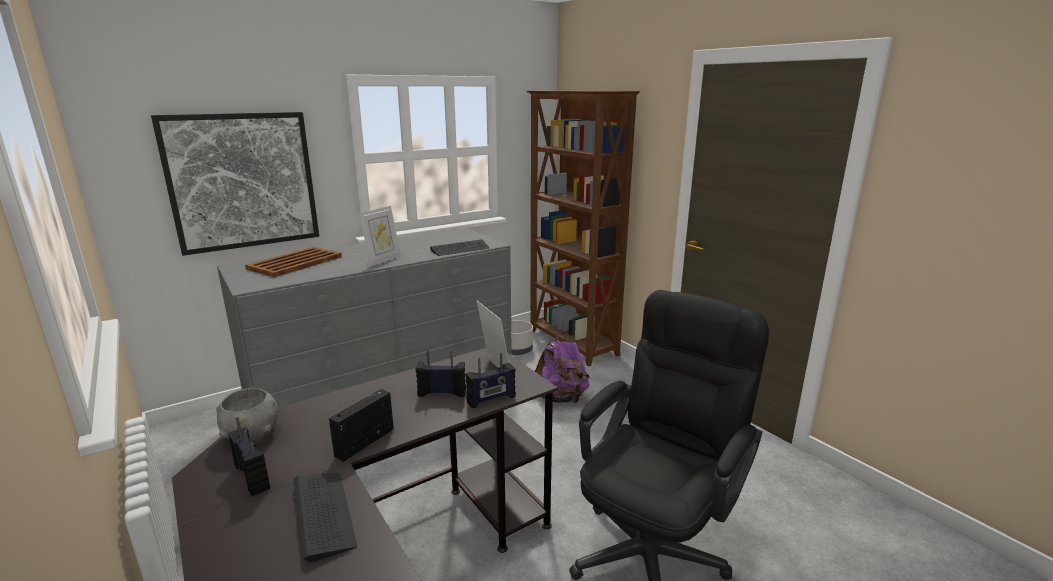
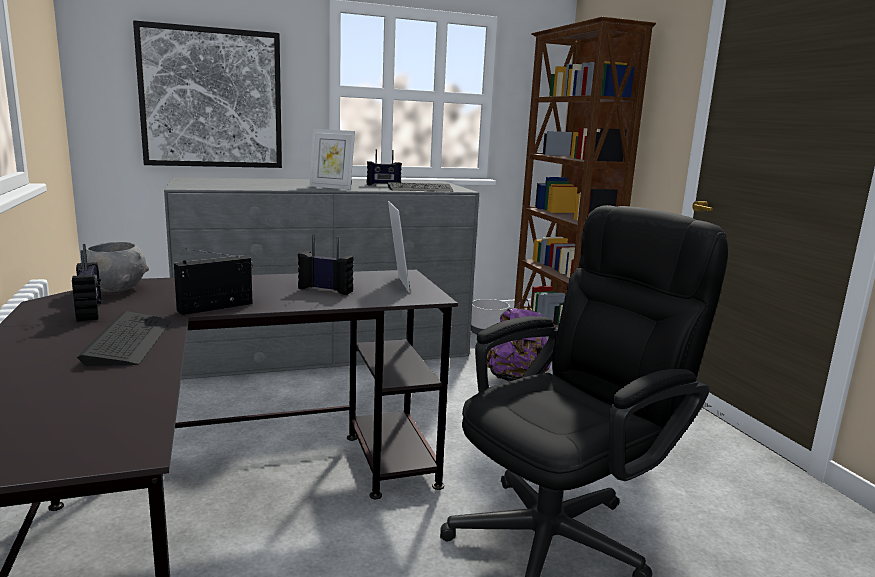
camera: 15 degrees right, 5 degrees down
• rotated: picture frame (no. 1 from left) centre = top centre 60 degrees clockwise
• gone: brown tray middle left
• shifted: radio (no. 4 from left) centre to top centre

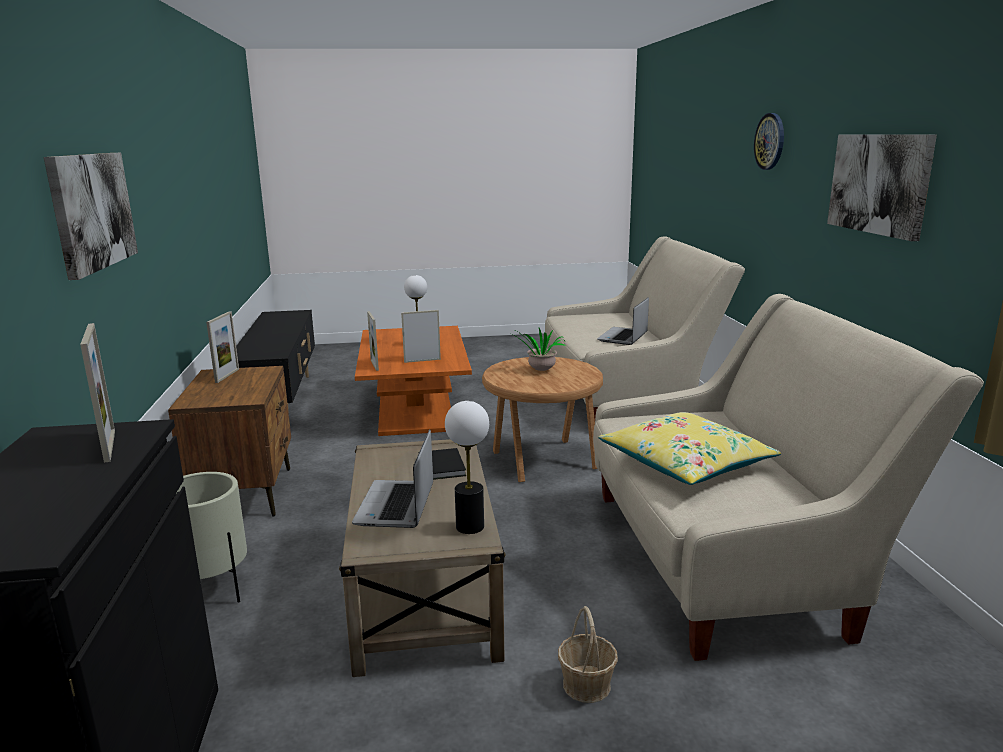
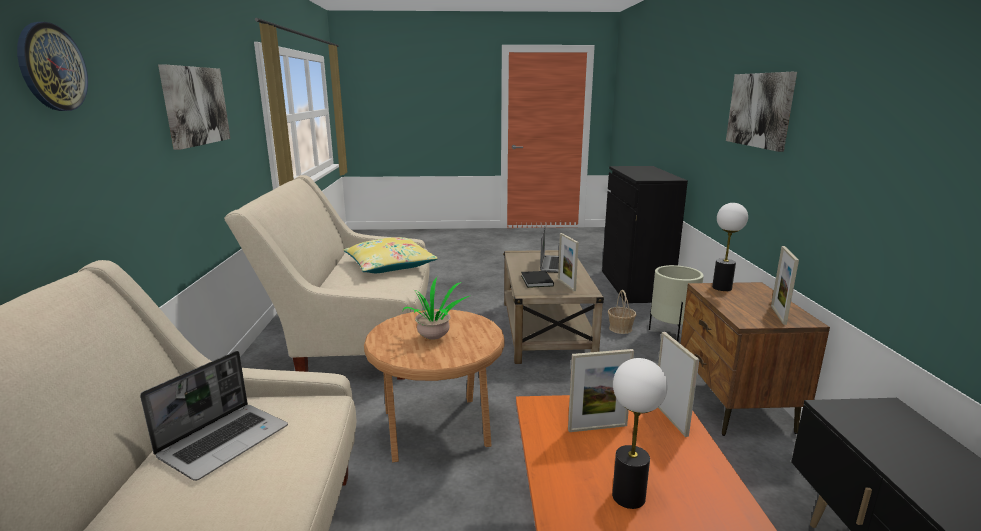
camera: 175 degrees left, 0 degrees up
• shifted: picture frame (no. 1 from left) middle left to centre
• shifted: table lamp (no. 2 from left) centre to middle right
• shifted: basket bottom centre to centre

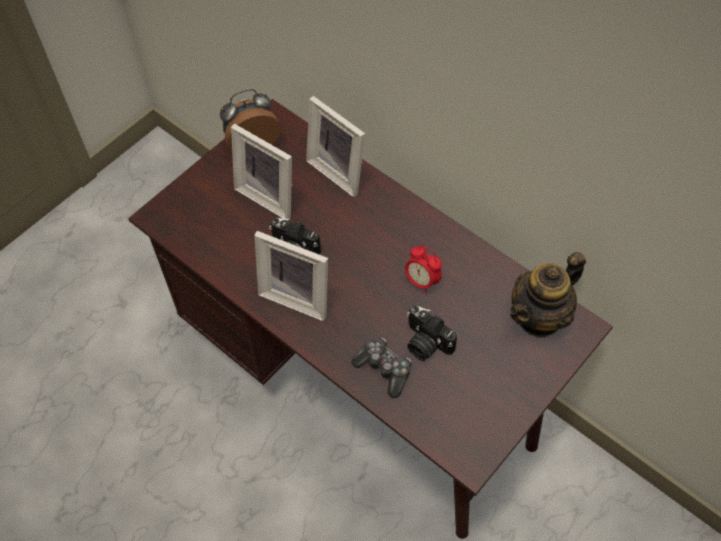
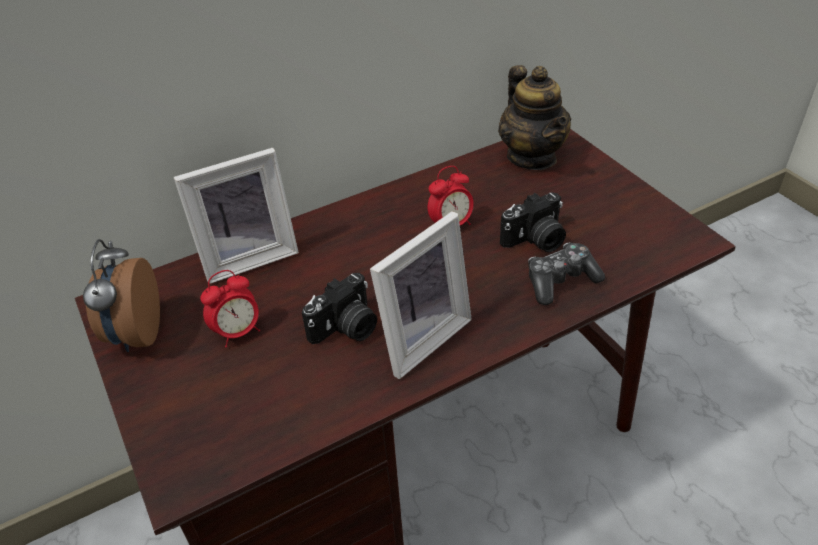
camera: 70 degrees left, 15 degrees down
• swapped: picture frame (no. 1 from left) top centre to alarm clock (no. 2 from left) middle left

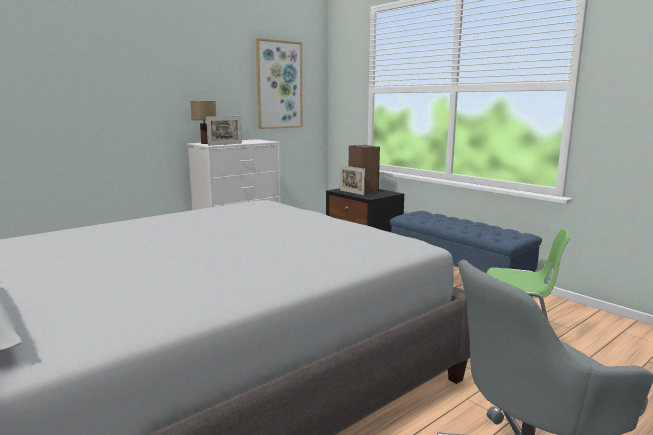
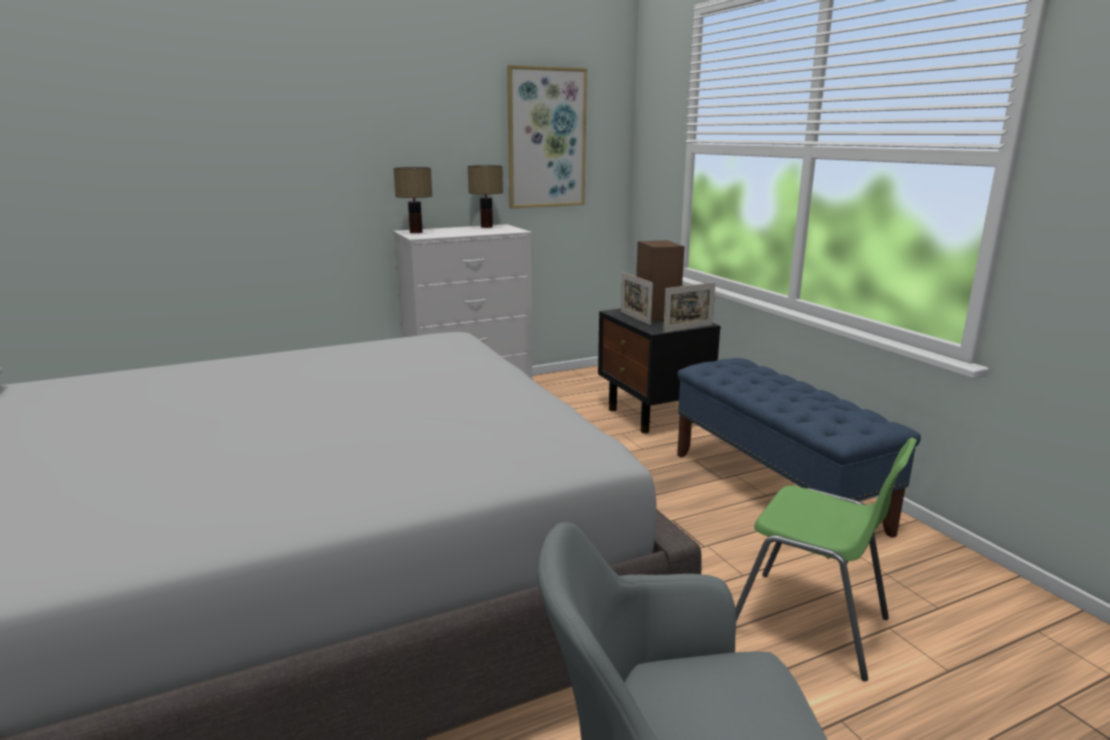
camera: 15 degrees right, 5 degrees up
• shifted: picture frame (no. 1 from left in the first image) top centre to picture frame (no. 2 from left) centre
• new: table lamp (no. 2 from left) top centre

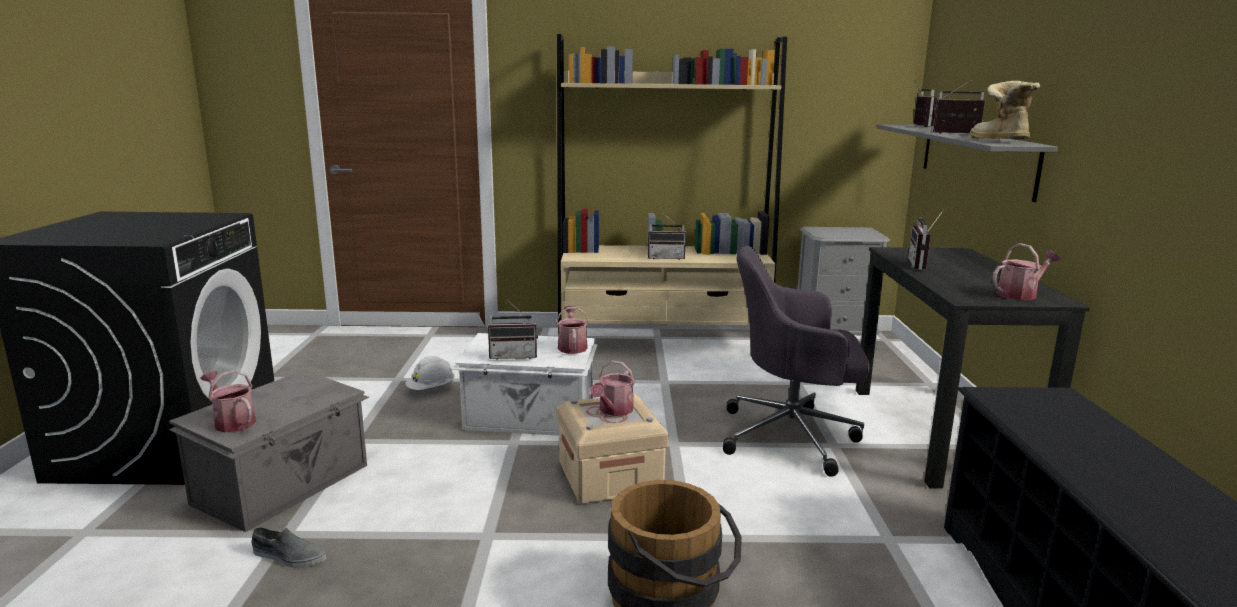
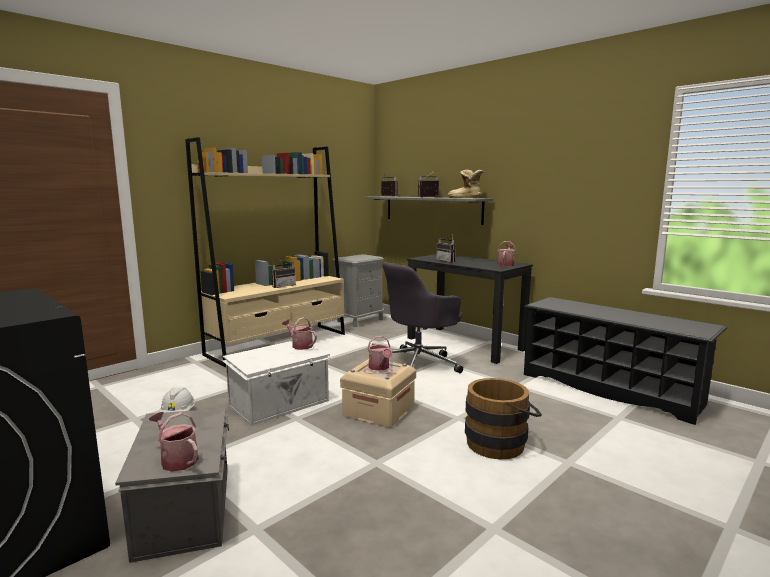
camera: 45 degrees left, 5 degrees down
• gone: radio (no. 1 from left) centre
• rotated: watering can (no. 1 from left) middle left = bottom left 45 degrees clockwise
• gone: grey shoe bottom left

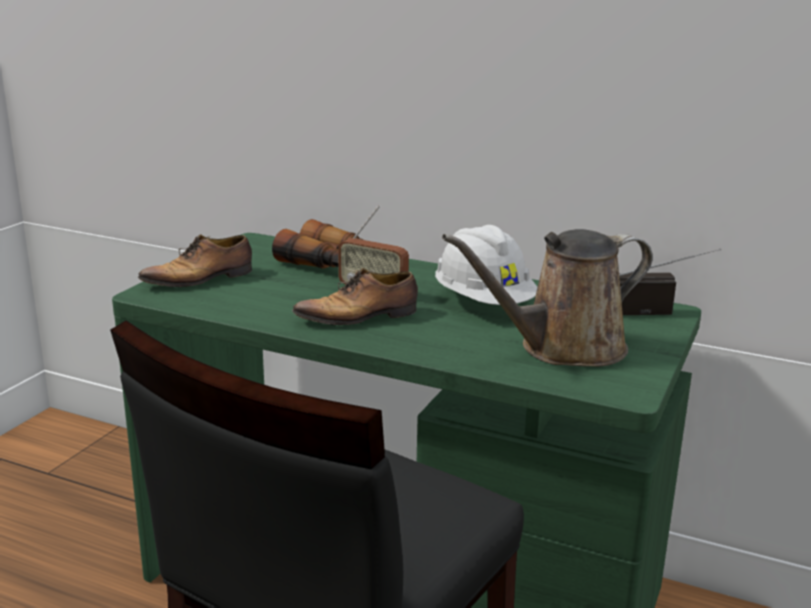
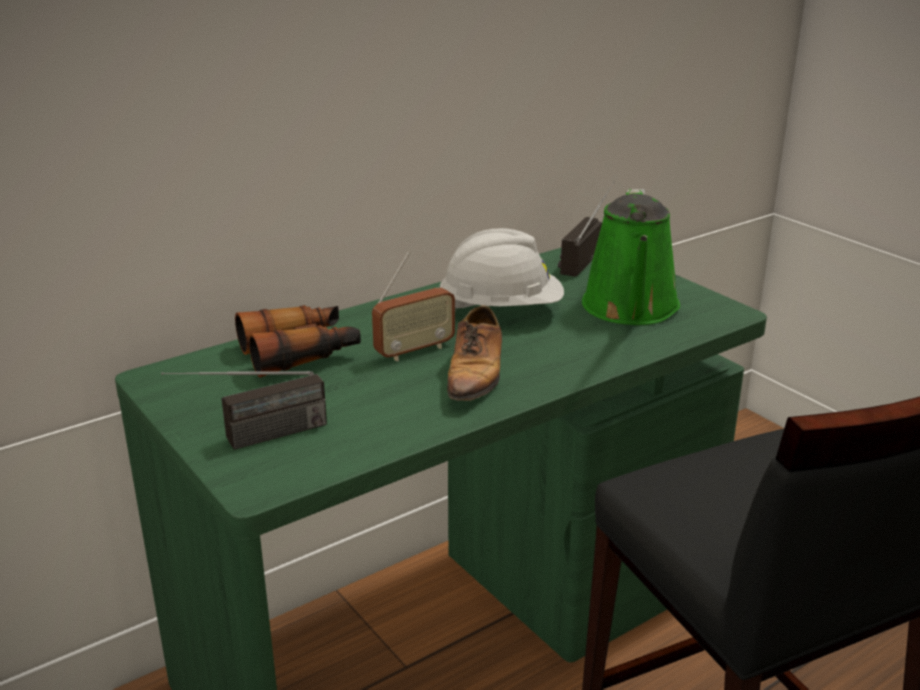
camera: 60 degrees left, 5 degrees up
• repainted: brown watering can middle right to green watering can middle right
• swapped: shoe (no. 1 from left) middle left to radio (no. 1 from left) middle left

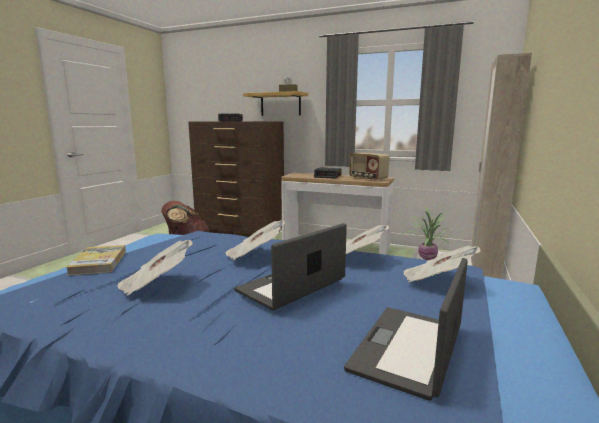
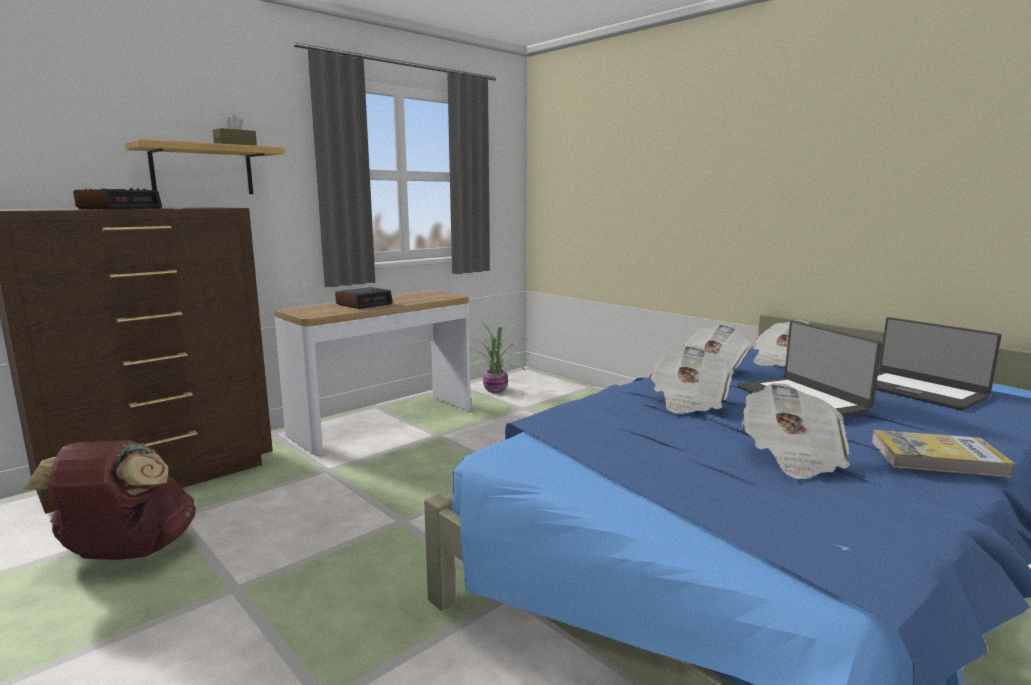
camera: 65 degrees left, 0 degrees up
• gone: beige wardrobe middle right
• gone: radio centre
• shifted: book middle left to middle right

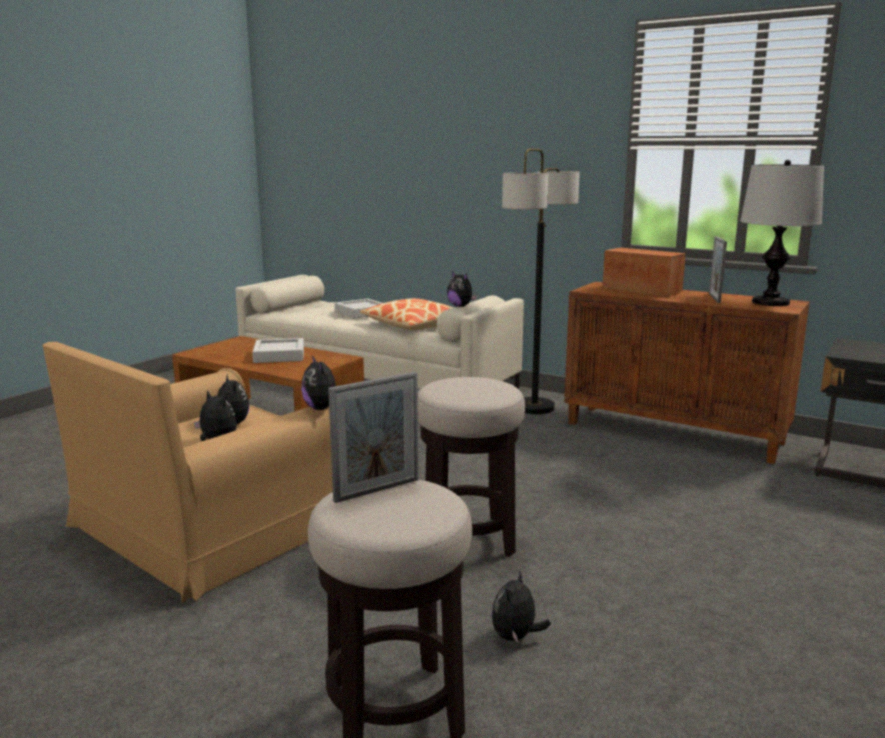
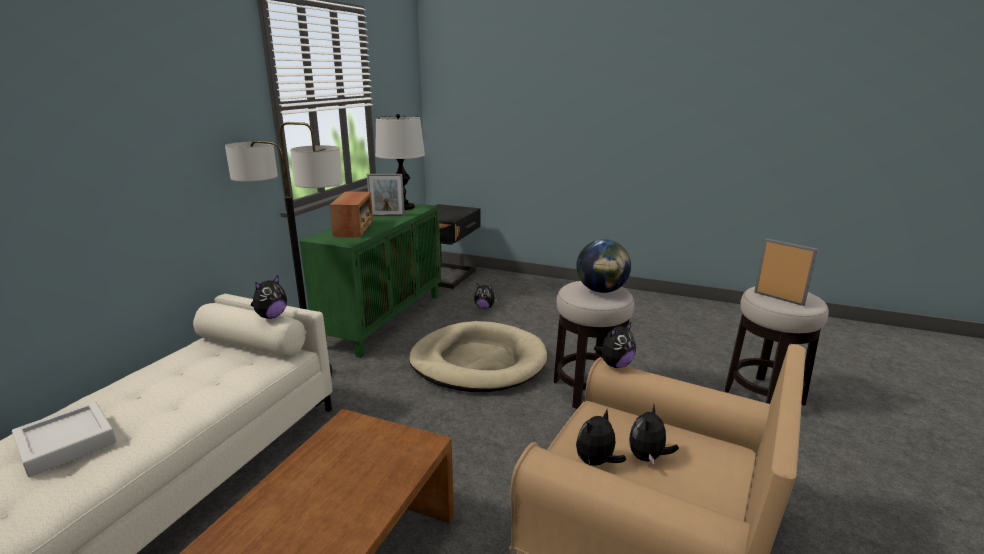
camera: 100 degrees left, 5 degrees up
• rotated: radio middle right = centre 150 degrees clockwise
• repainted: brown cabinet middle right to green cabinet centre
• gone: pillow centre
• gone: grey tray (no. 1 from left) middle left
• shifted: plush toy (no. 5 from left in the first image) bottom centre to plush toy (no. 2 from left) centre
• new: globe centre
• new: beige dog bed centre

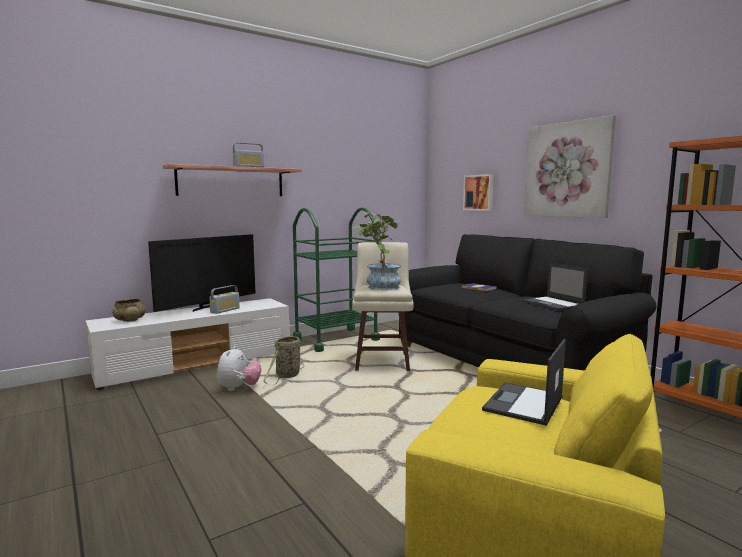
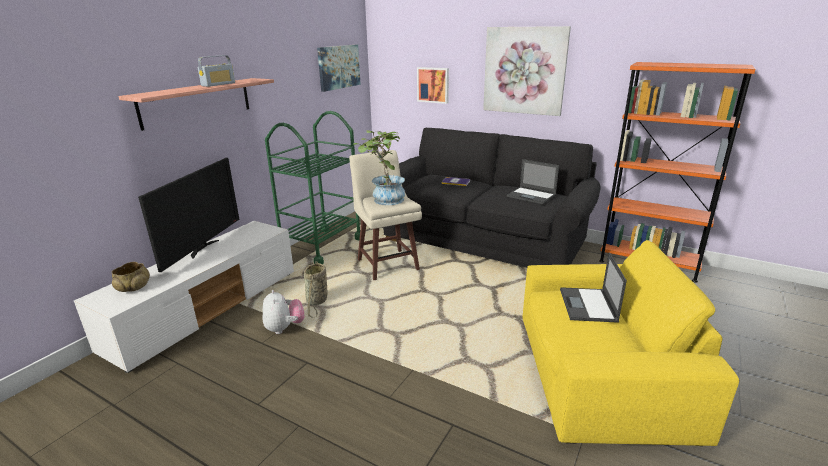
camera: 25 degrees left, 15 degrees up
• gone: radio (no. 1 from left) middle left
• new: picture (no. 1 from left) top centre

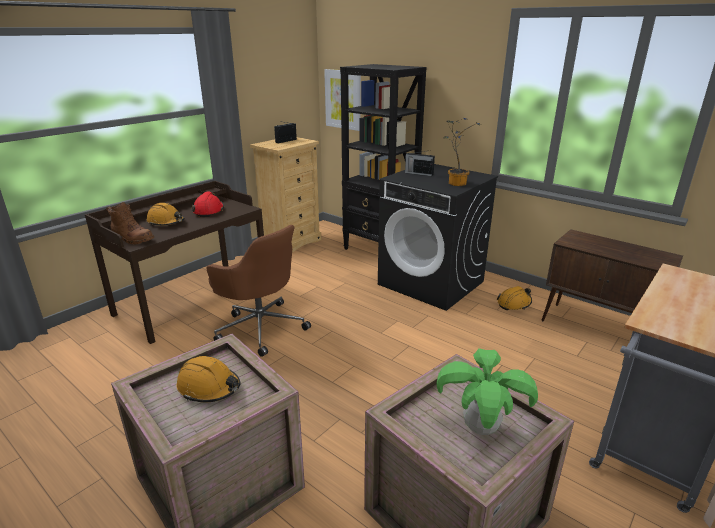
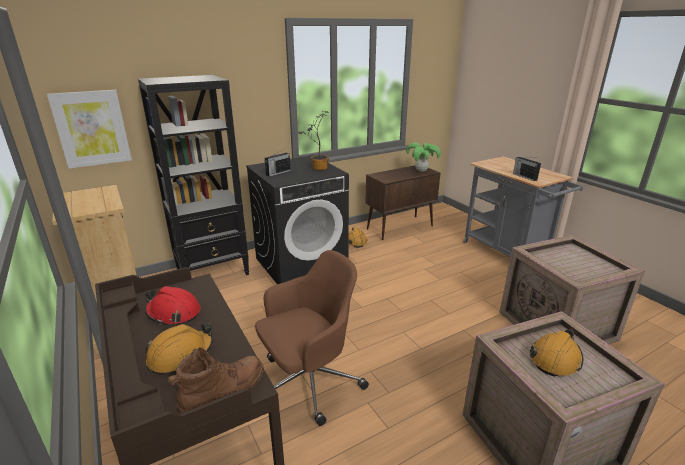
camera: 70 degrees left, 0 degrees up
• shifted: radio (no. 1 from left in the first image) top centre to radio (no. 2 from left) middle right
• shifted: potted plant (no. 2 from left) bottom right to centre

